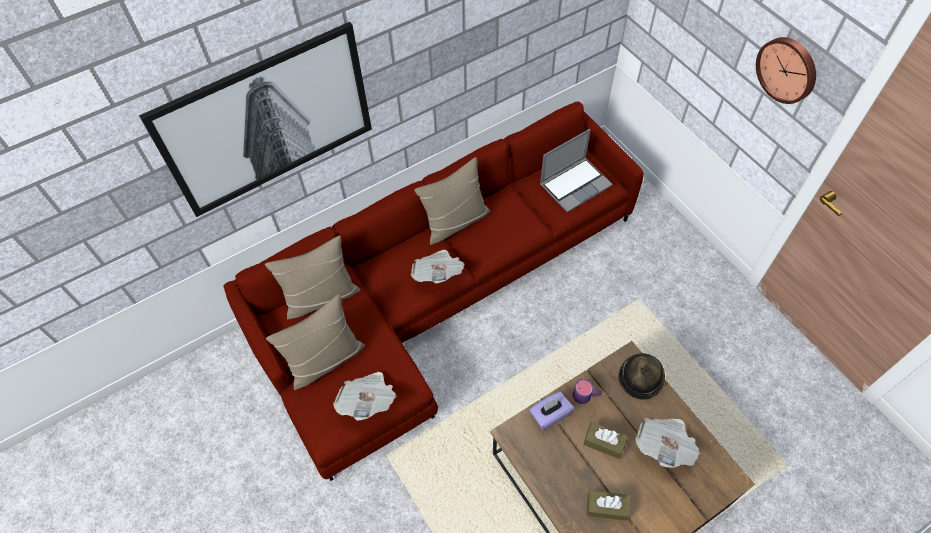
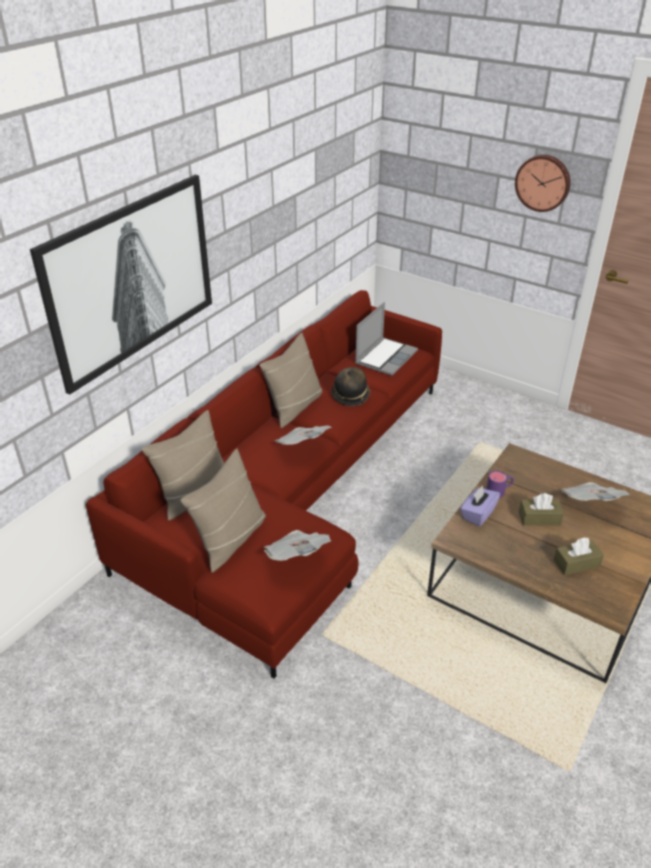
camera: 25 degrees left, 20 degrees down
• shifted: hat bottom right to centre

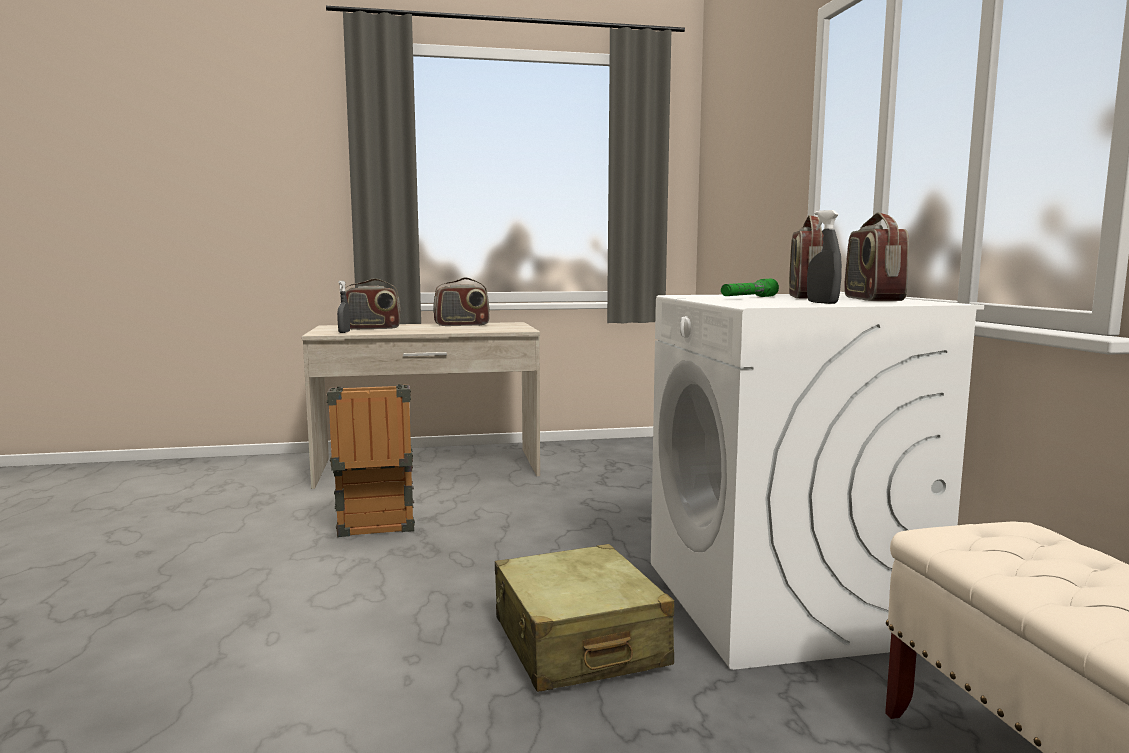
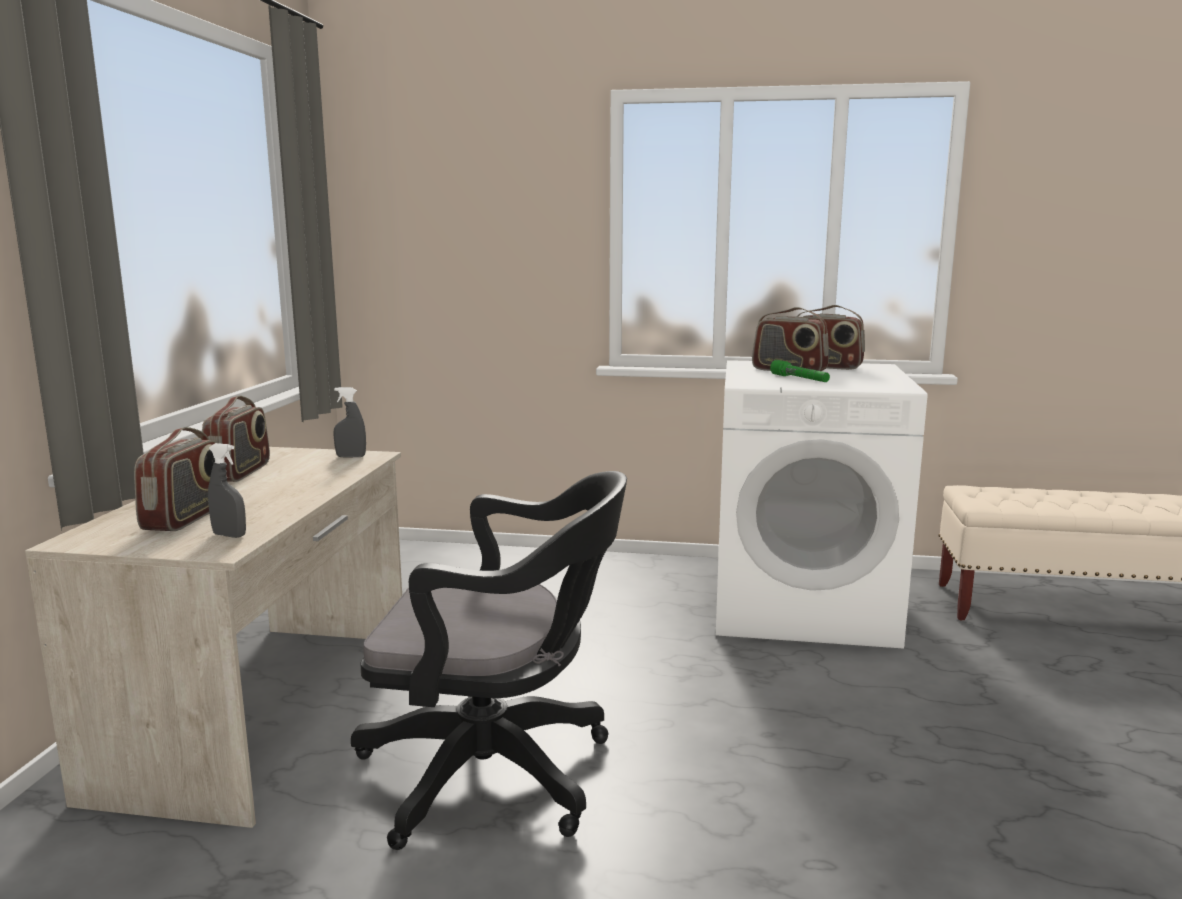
camera: 70 degrees left, 5 degrees up
• shifted: grey spray bottle (no. 2 from left) middle right to middle left
• swapped: crate middle left to black office chair bottom centre
• gone: beige suitcase bottom centre

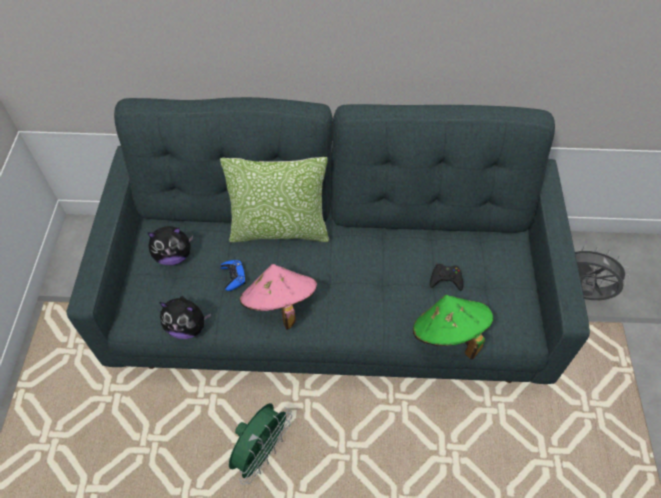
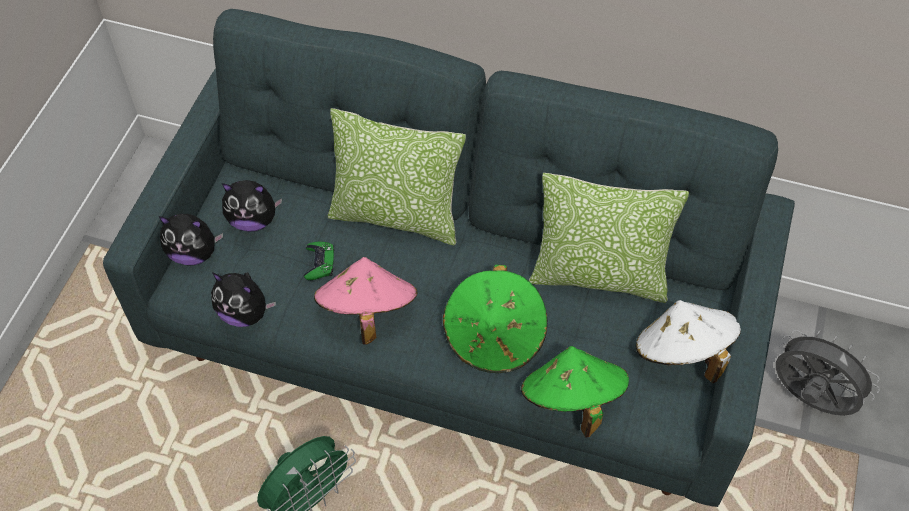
camera: 15 degrees right, 0 degrees up
• repainted: blue game controller centre to green game controller centre
• gone: black game controller middle right
• new: pillow (no. 2 from left) middle right
• new: plush toy (no. 1 from left) middle left
• new: green hat (no. 1 from left) centre
• new: white hat bottom right

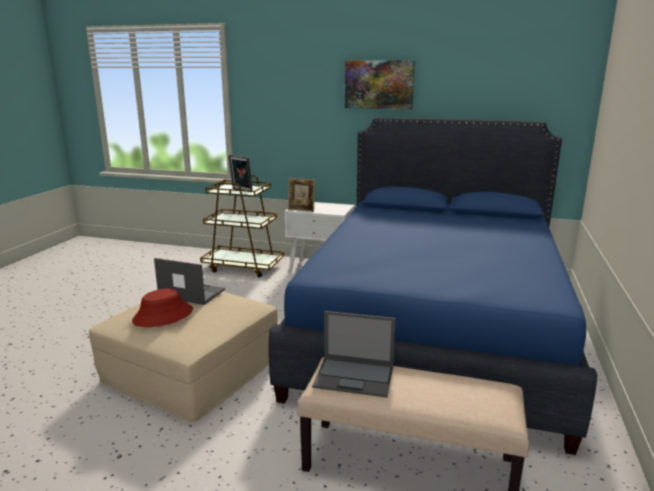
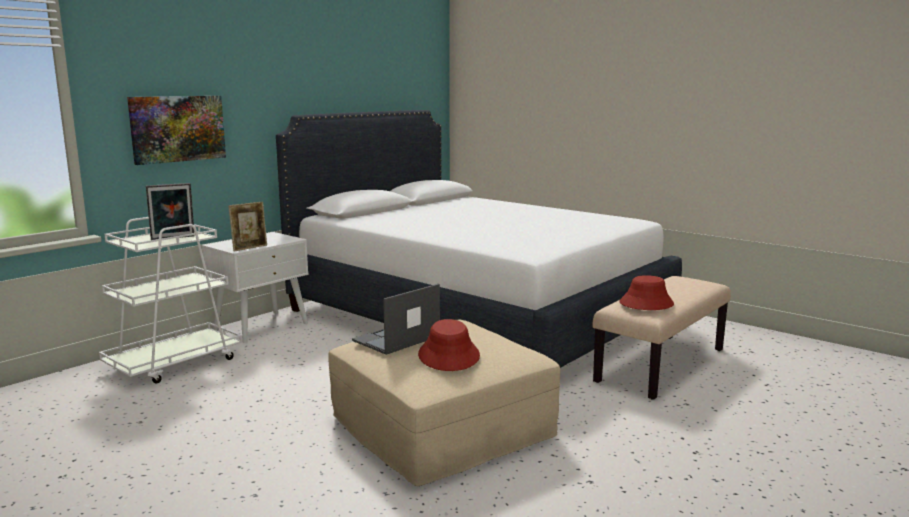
camera: 65 degrees left, 5 degrees down
• shifted: picture top centre to top left
• repainted: blue bed centre to white bed centre
• repainted: brown cart centre to white cart middle left
• swapped: laptop (no. 2 from left) bottom centre to red hat (no. 2 from left) middle right

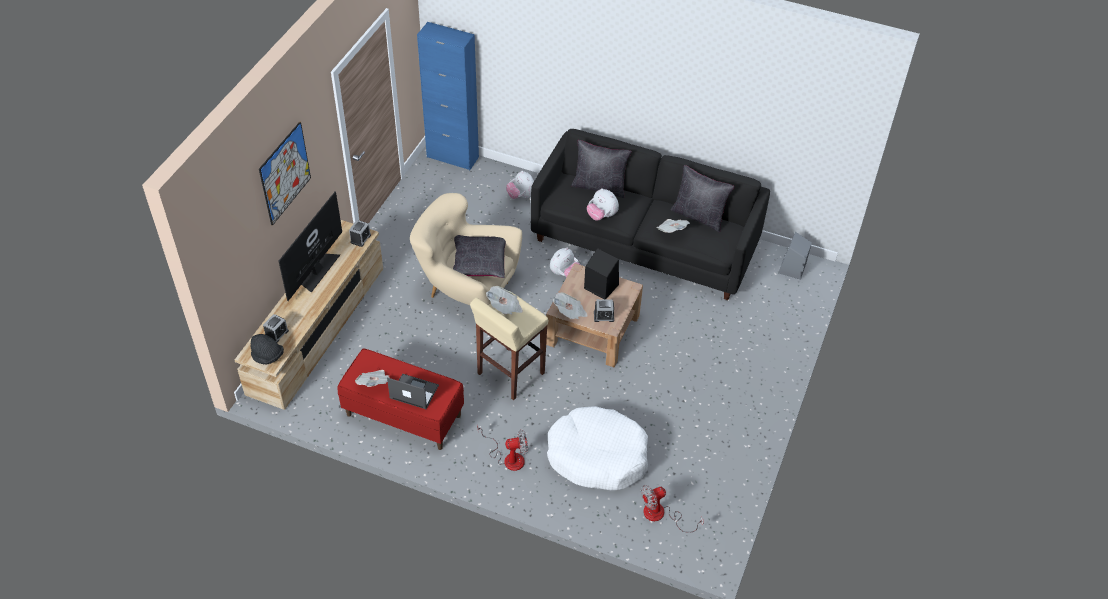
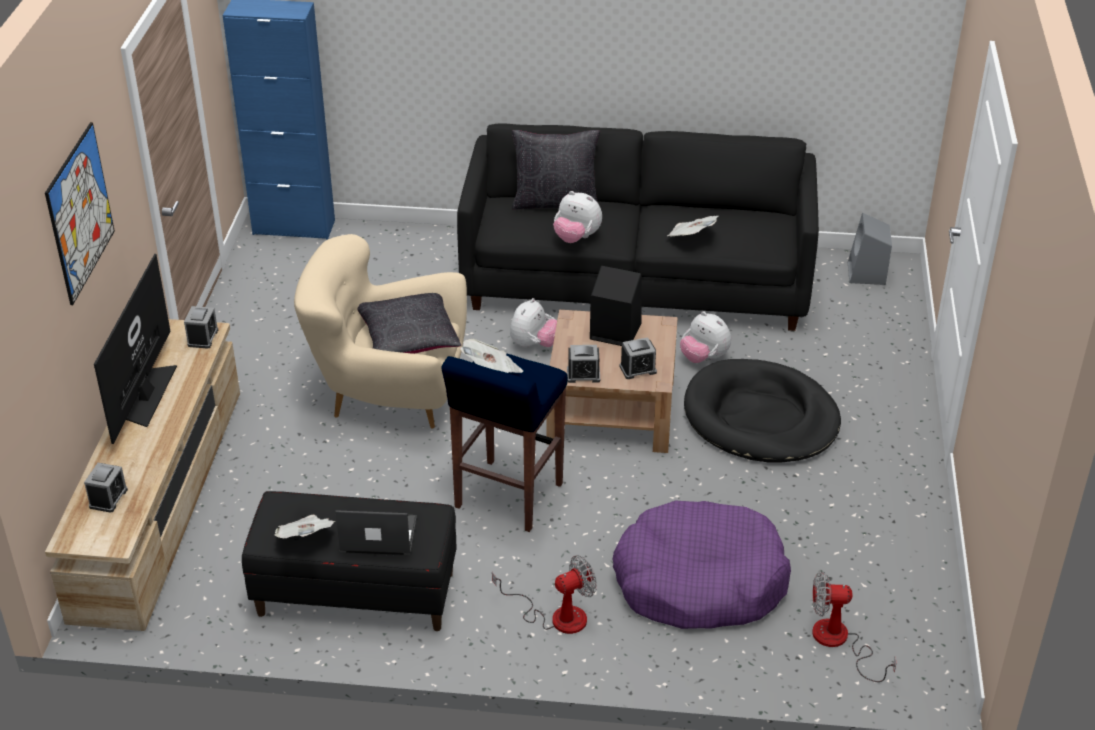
camera: 15 degrees left, 10 degrees down
• gone: black pillow (no. 3 from left) top centre
• shifted: plush toy (no. 1 from left in the first image) top centre to plush toy (no. 3 from left) centre
• repainted: beige stool centre to blue stool centre
• swapped: newspaper (no. 3 from left) centre to alarm clock (no. 3 from left) centre
• gone: black hat middle left
• repainted: red bench centre to black bench bottom left
• repainted: white dog bed bottom centre to purple dog bed bottom centre
• rotated: fan (no. 2 from left) bottom centre = bottom right 45 degrees clockwise
• new: black dog bed middle right

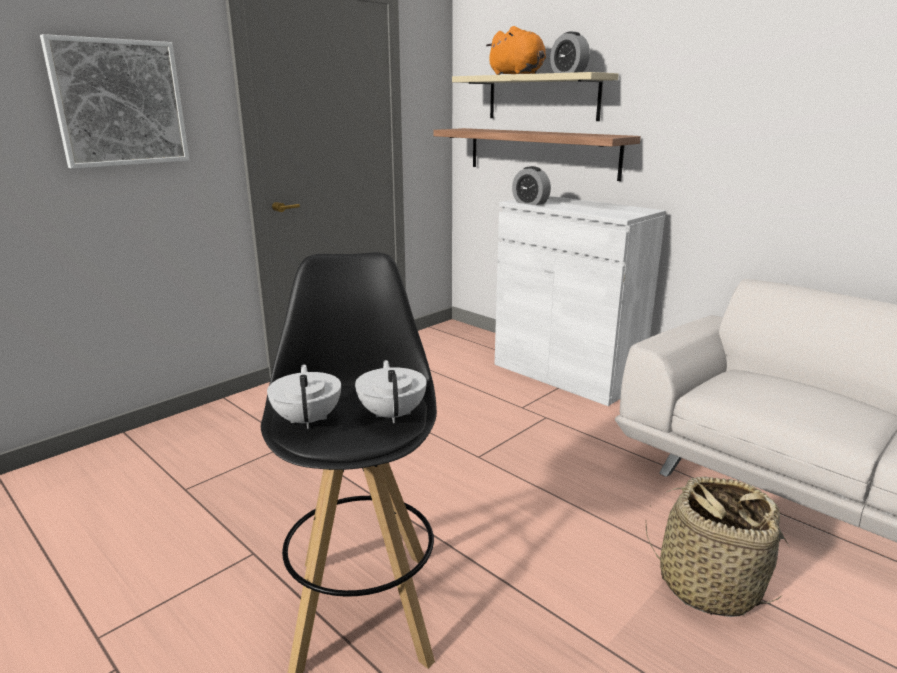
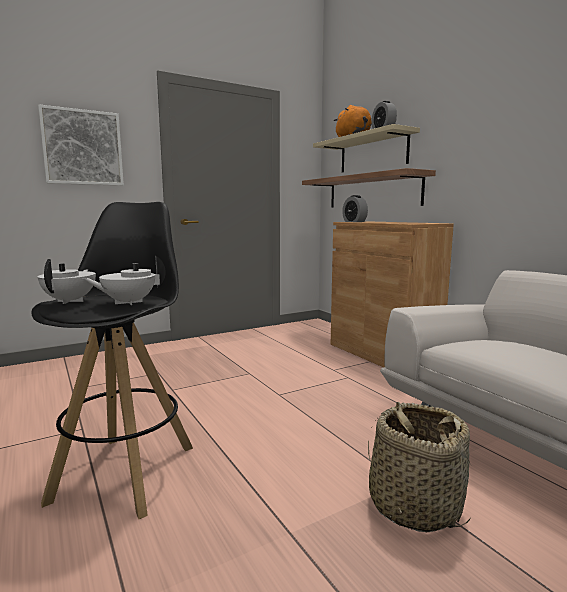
camera: 15 degrees right, 10 degrees down
• repainted: white cabinet centre to brown cabinet middle right
• rotated: white teapot (no. 2 from left) centre = middle left 120 degrees counterclockwise

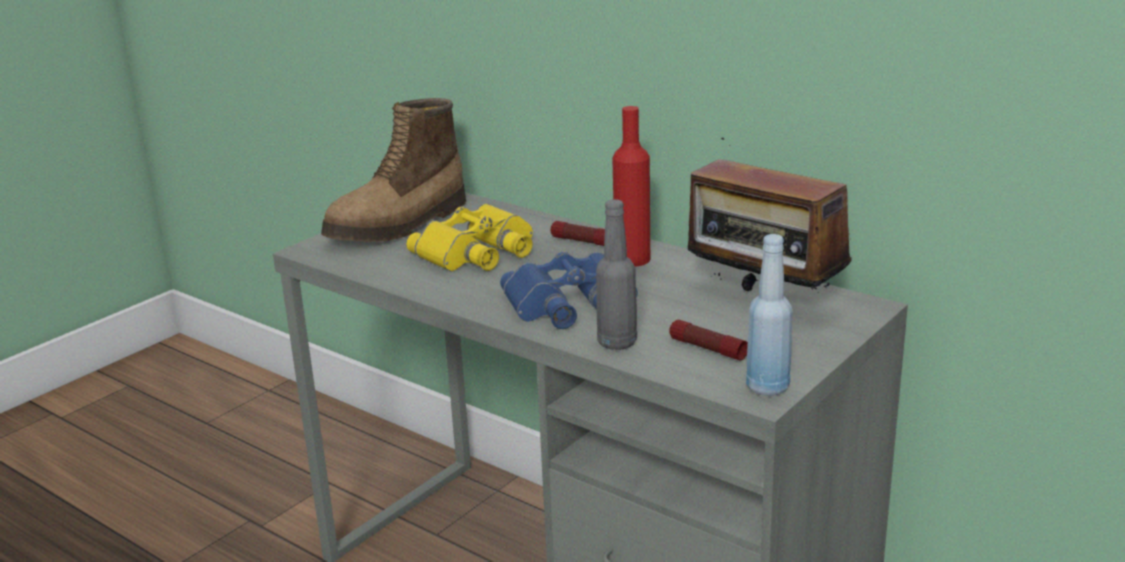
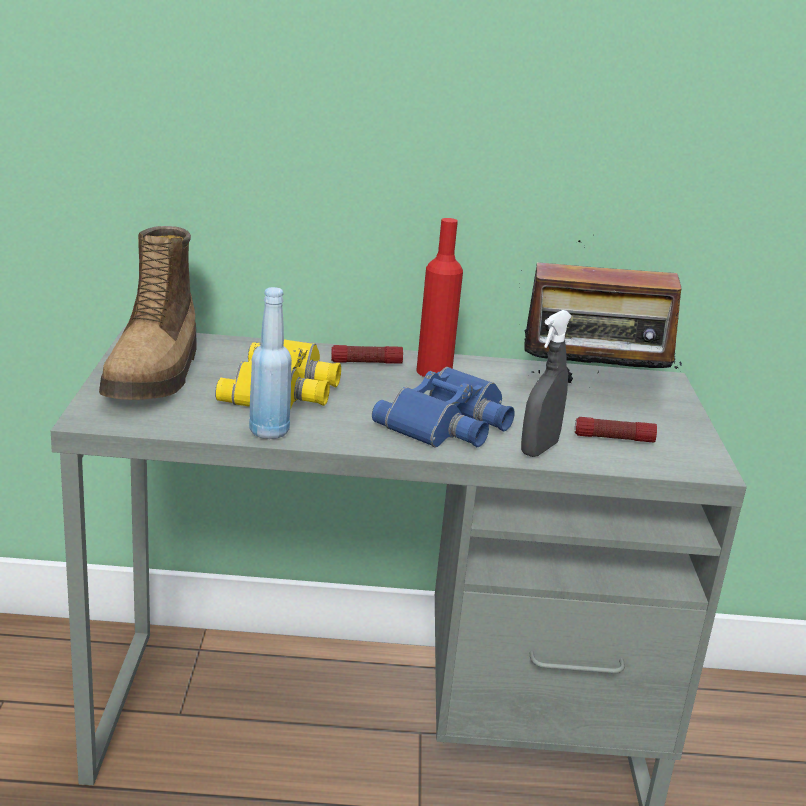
camera: 40 degrees left, 0 degrees up
• swapped: grey bottle centre to grey spray bottle middle right
• shifted: blue bottle middle right to centre

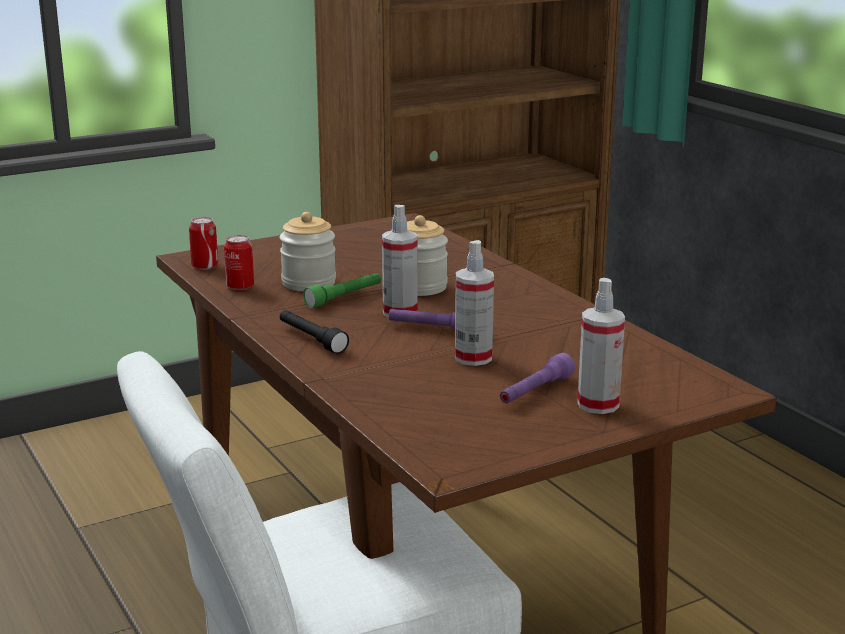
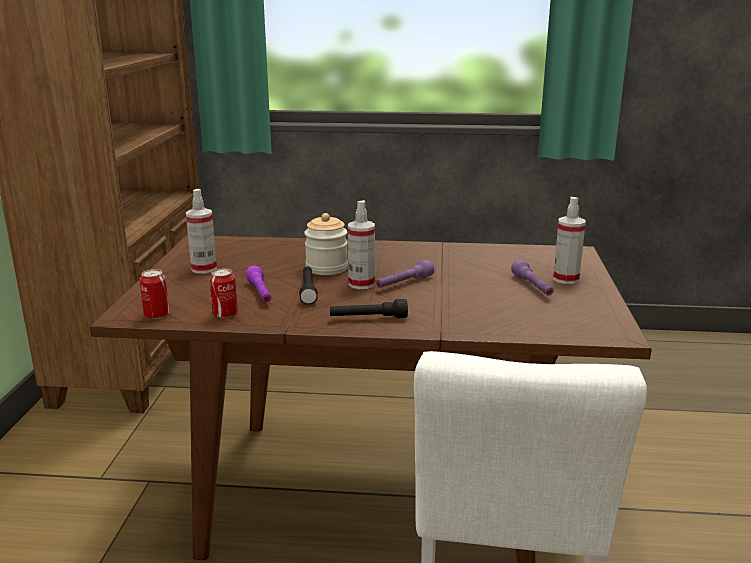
camera: 55 degrees left, 0 degrees up
• swapped: jar (no. 1 from left) centre to purple flashlight (no. 1 from left) centre
• shifted: spray bottle (no. 2 from left in the first image) centre to spray bottle (no. 1 from left) middle left
• repainted: green flashlight centre to black flashlight (no. 1 from left) centre

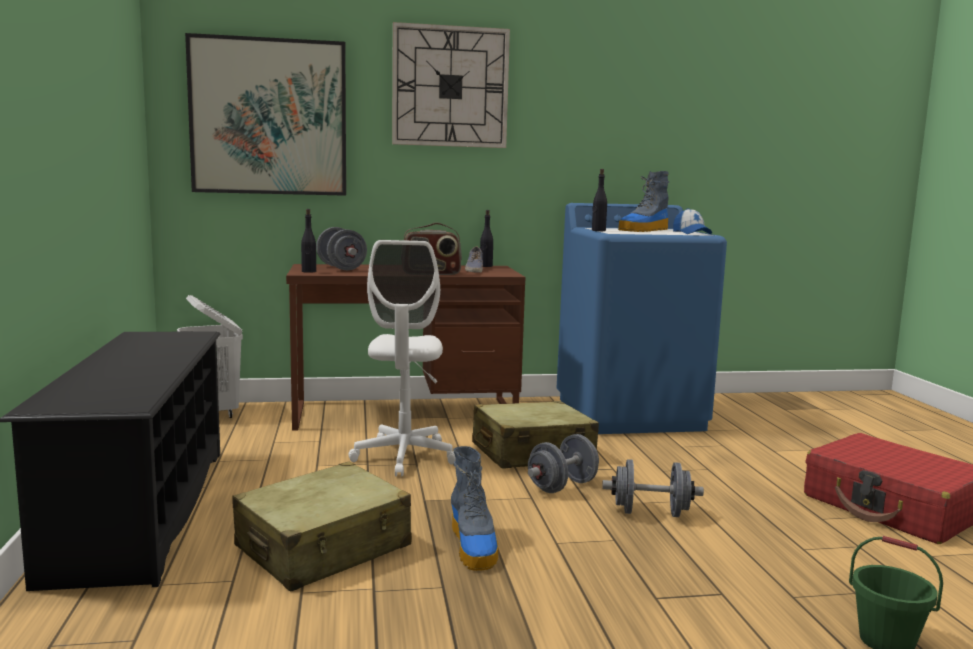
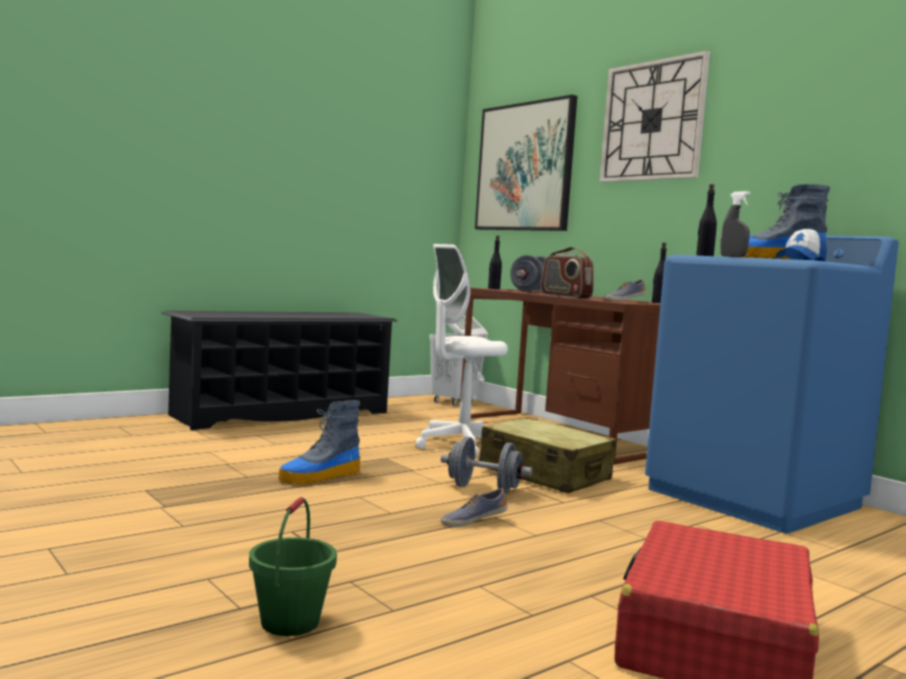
camera: 60 degrees right, 5 degrees down
• swapped: grey dumbbell (no. 3 from left) bottom right to shoe (no. 1 from left) bottom centre
• gone: beige suitcase (no. 1 from left) bottom left
• new: grey spray bottle top right

